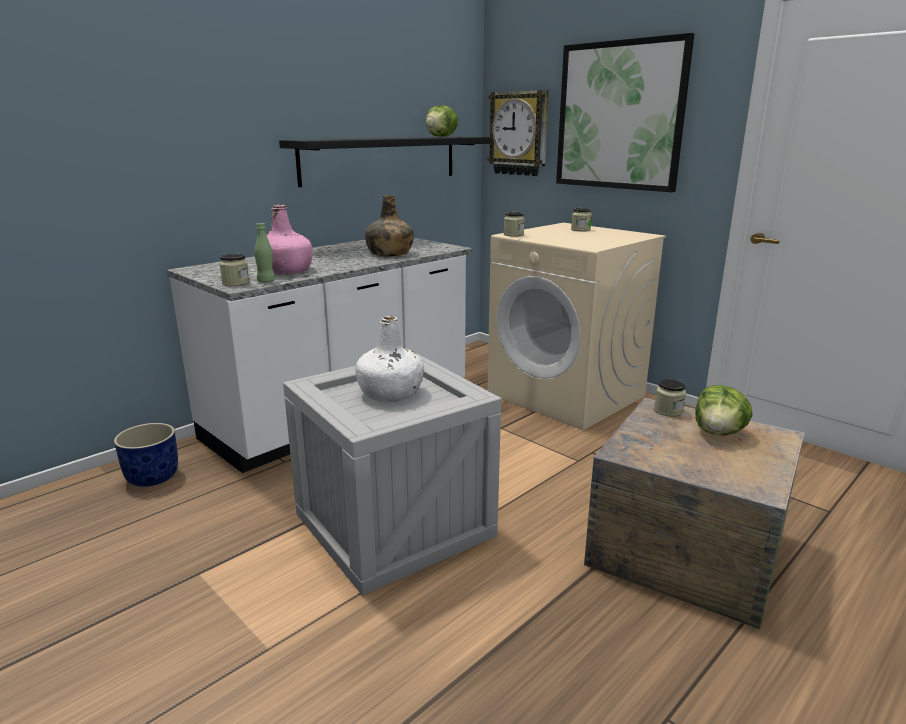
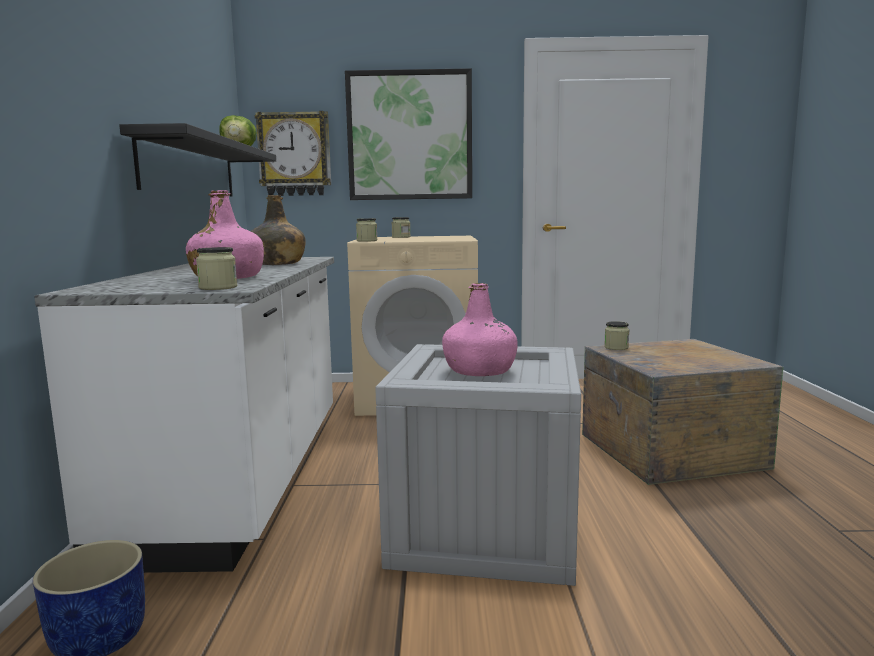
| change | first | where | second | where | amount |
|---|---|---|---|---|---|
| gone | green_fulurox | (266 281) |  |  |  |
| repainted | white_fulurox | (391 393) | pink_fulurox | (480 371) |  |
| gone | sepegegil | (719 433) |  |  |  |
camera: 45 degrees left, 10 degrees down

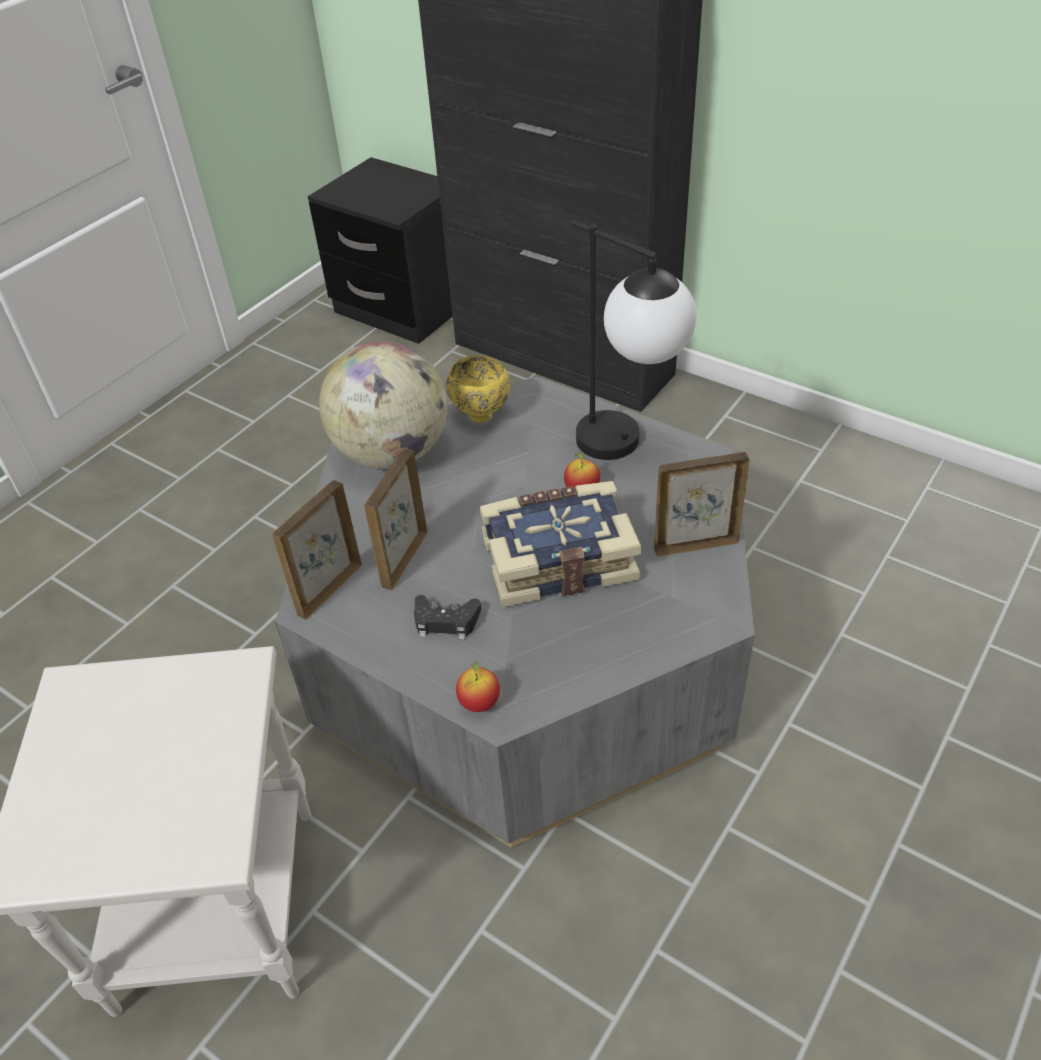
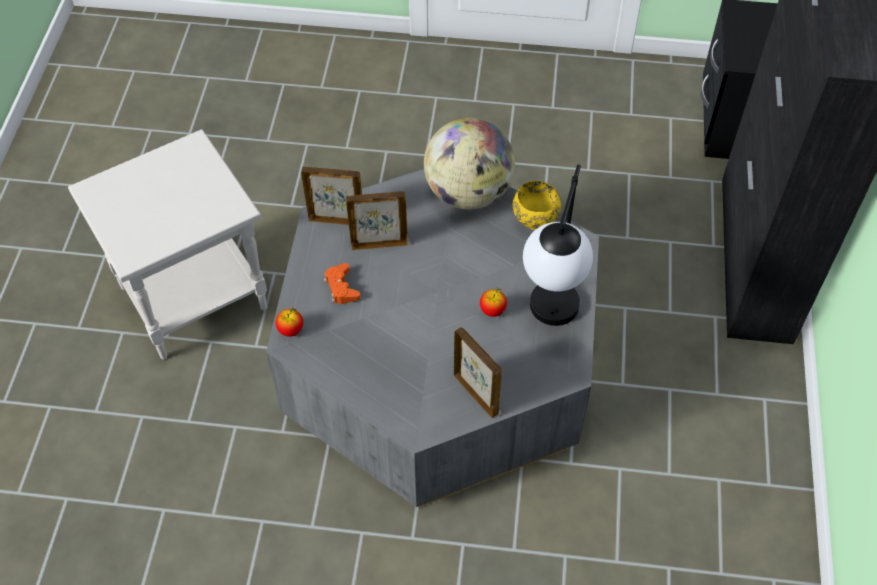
| change | first | where | second | where | amount |
|---|---|---|---|---|---|
| repainted | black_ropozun | (446 621) | orange_ropozun | (341 288) |  |
| gone | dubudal | (557 558) |  |  |  |
camera: 60 degrees right, 10 degrees up

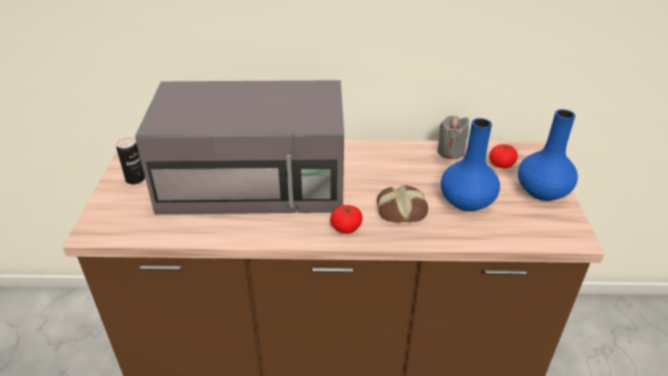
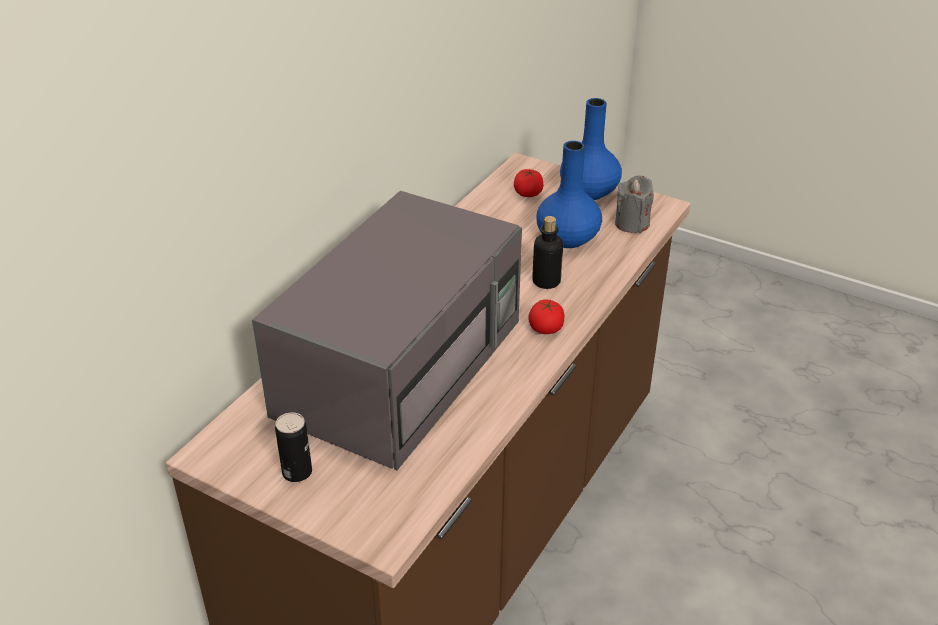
| change | first | where | second | where | amount |
|---|---|---|---|---|---|
| swapped | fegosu | (401 209) | fulurox | (546 281) |  |
| shifted | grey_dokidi | (450 152) |  | (632 224) |  |
camera: 60 degrees left, 0 degrees up

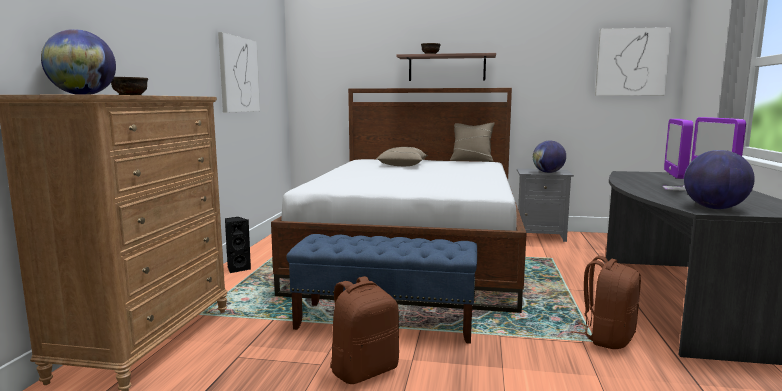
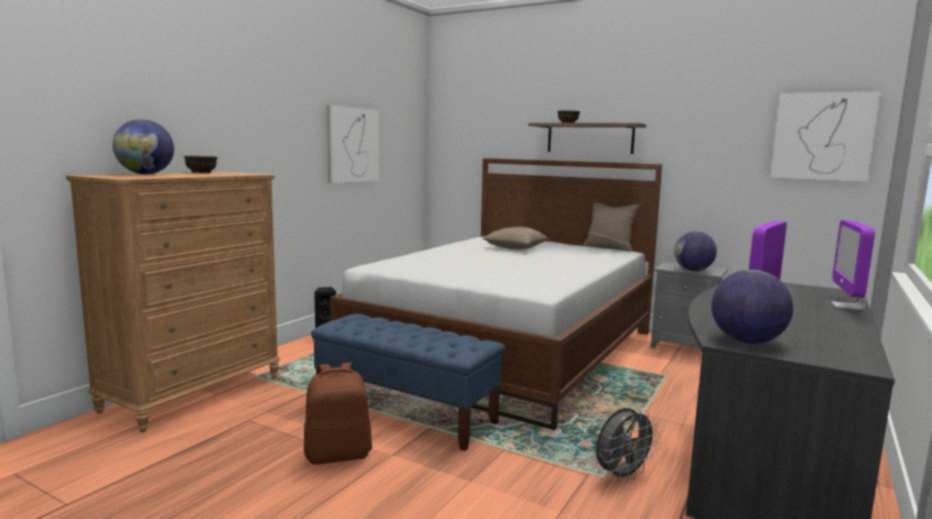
| change | first | where | second | where | amount |
|---|---|---|---|---|---|
| swapped | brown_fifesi | (607 338) | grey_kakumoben | (622 476) |  |
camera: 20 degrees right, 0 degrees up

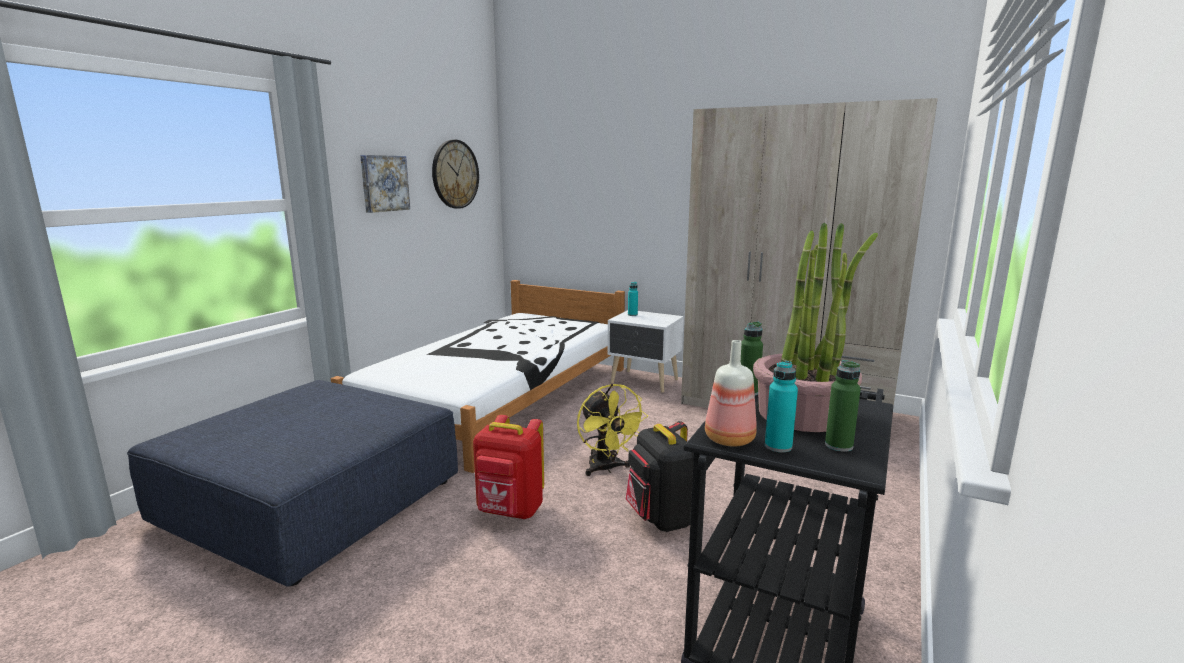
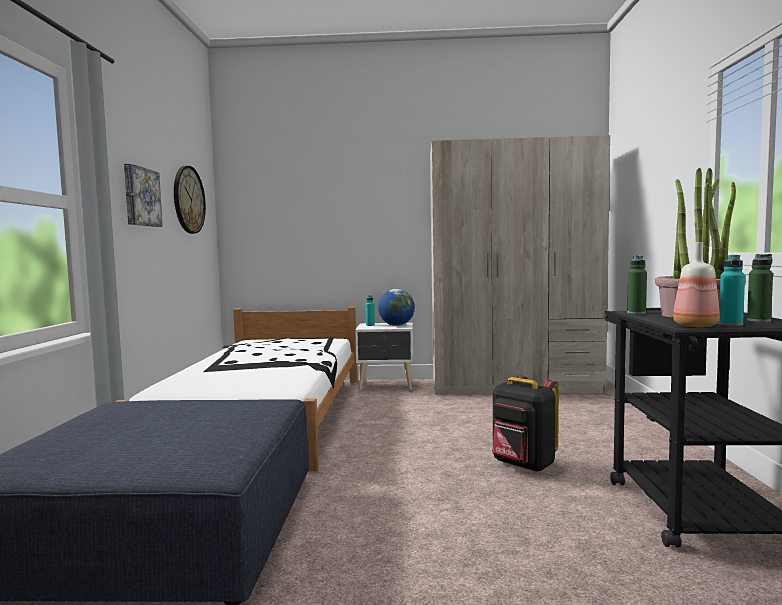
| change | first | where | second | where | amount |
|---|---|---|---|---|---|
| gone | red_fifesi | (510 512) |  |  |  |
| gone | yellow_kakumoben | (606 469) |  |  |  |
| new |  |  | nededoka | (396 325) |  |
camera: 25 degrees left, 10 degrees down

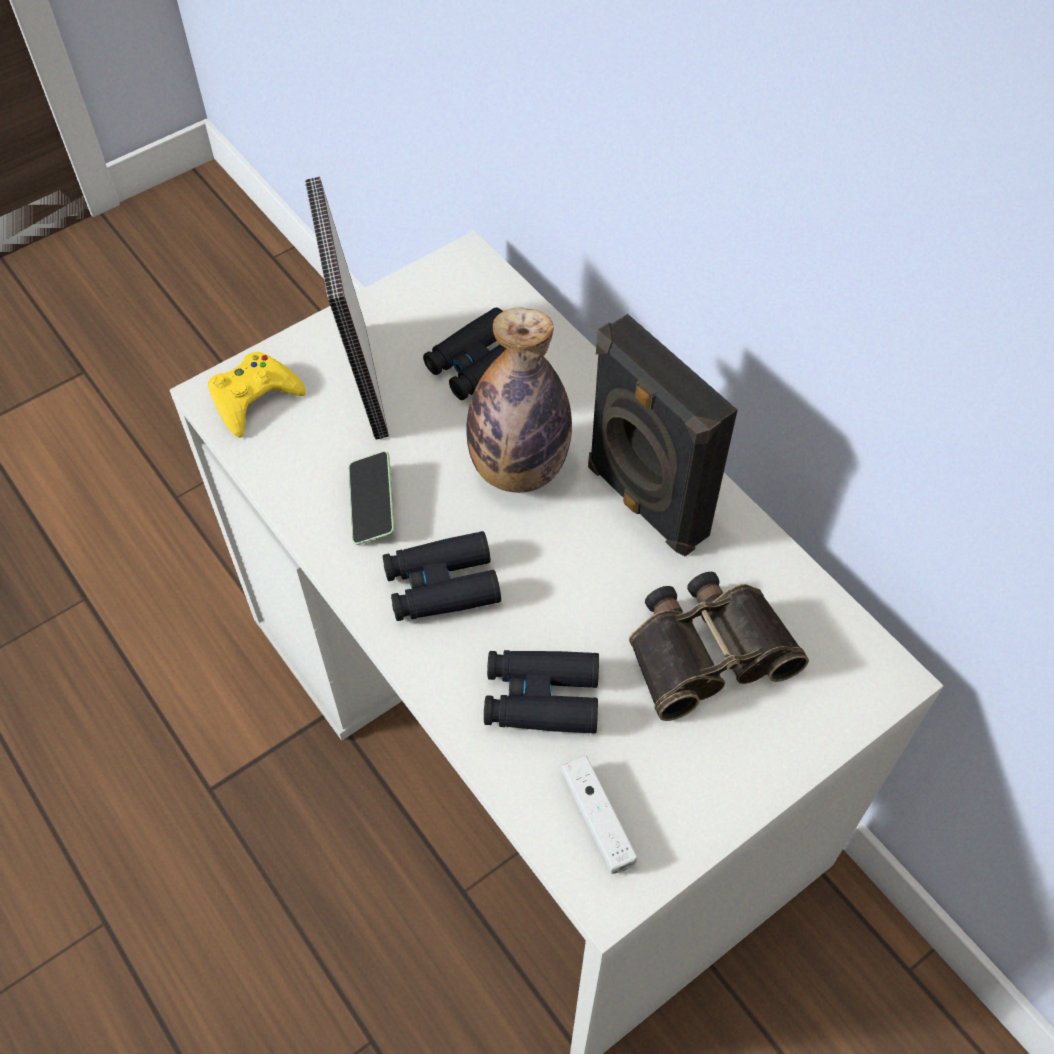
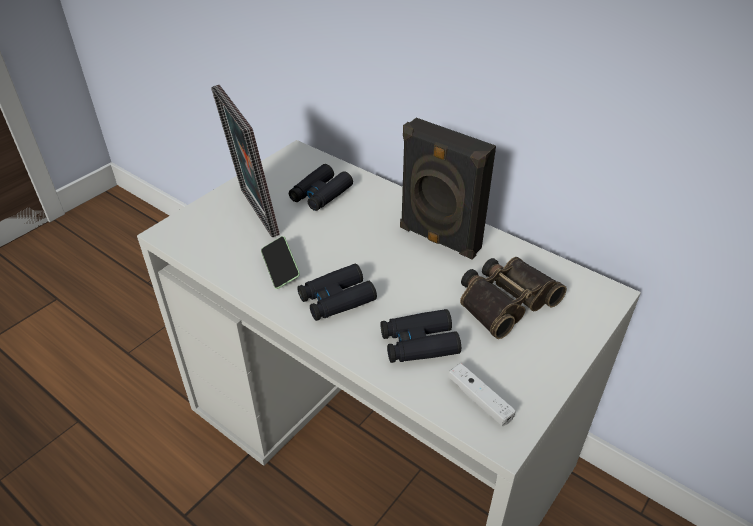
| change | first | where | second | where | amount |
|---|---|---|---|---|---|
| gone | yellow_ropozun | (254 398) |  |  |  |
| gone | fulurox | (518 469) |  |  |  |
camera: 15 degrees left, 15 degrees down

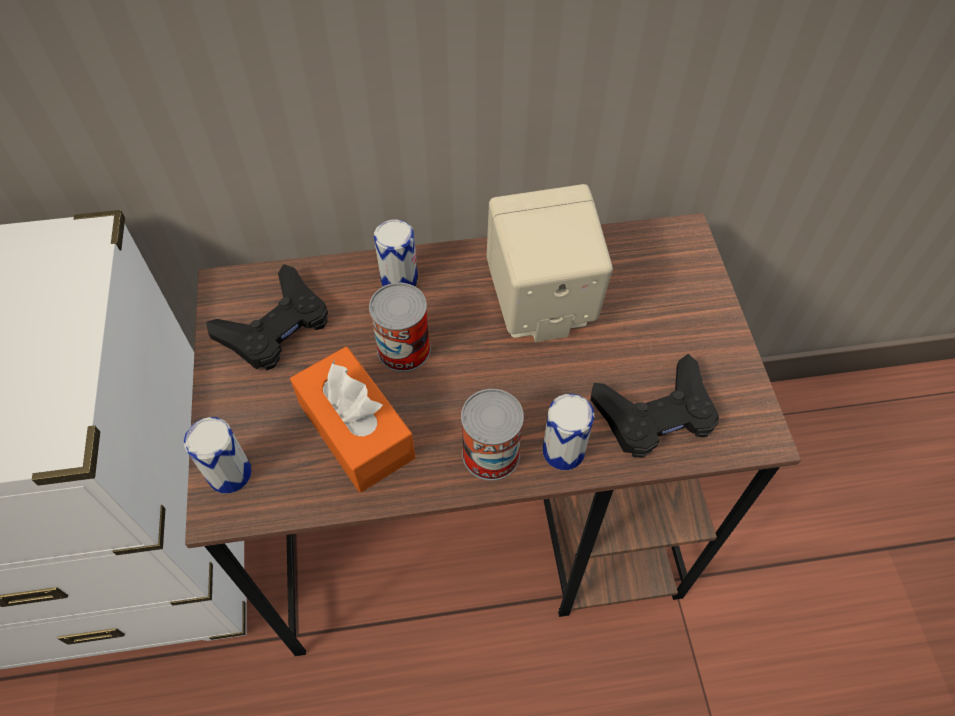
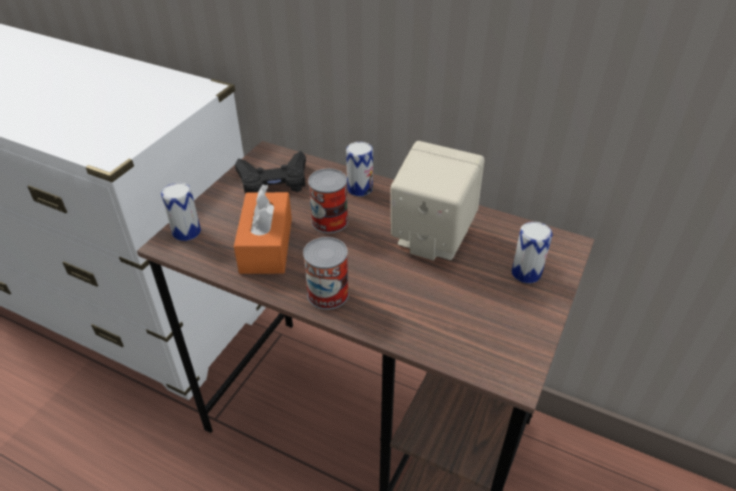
| change | first | where | second | where | amount |
|---|---|---|---|---|---|
| shifted | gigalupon | (563 451) |  | (526 273) |  |
| gone | black_ropozun | (655 414) |  |  |  |
camera: 35 degrees right, 15 degrees down

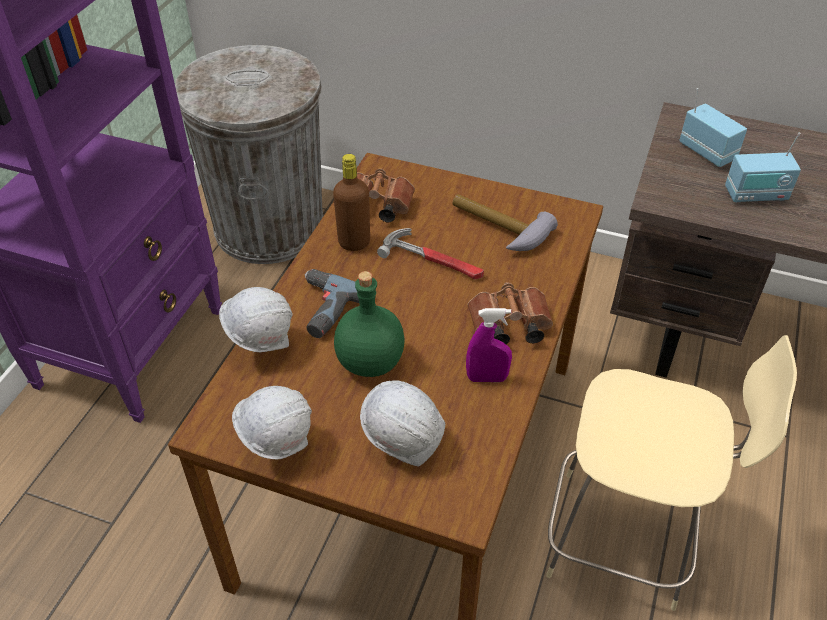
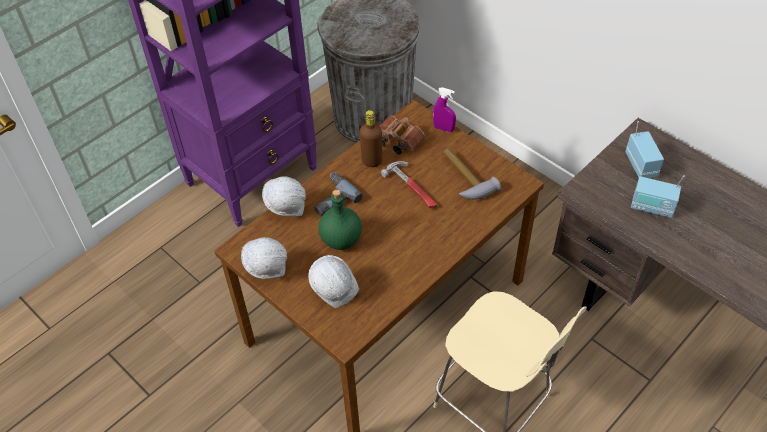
| change | first | where | second | where | amount |
|---|---|---|---|---|---|
| shifted | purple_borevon | (487 378) |  | (443 128) |  |
| gone | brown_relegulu | (507 327) |  |  |  |
camera: 25 degrees right, 5 degrees up

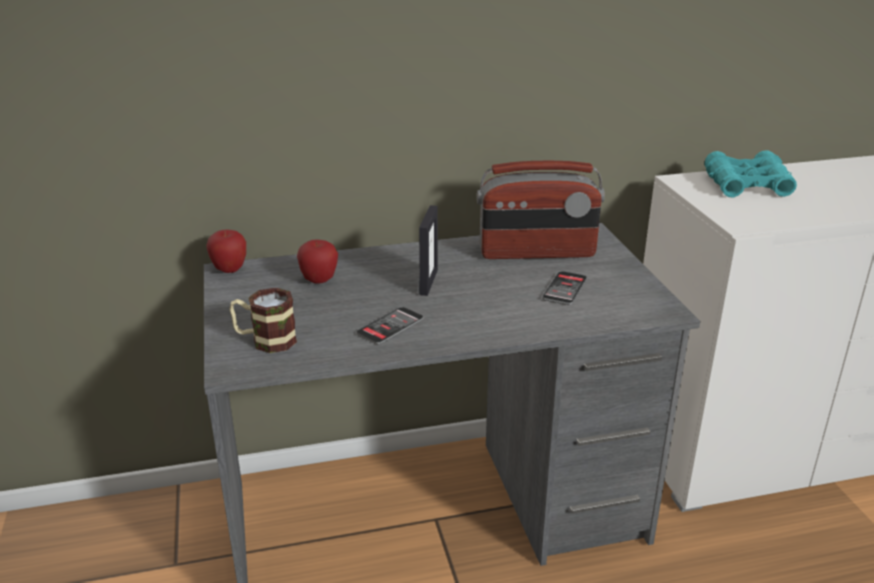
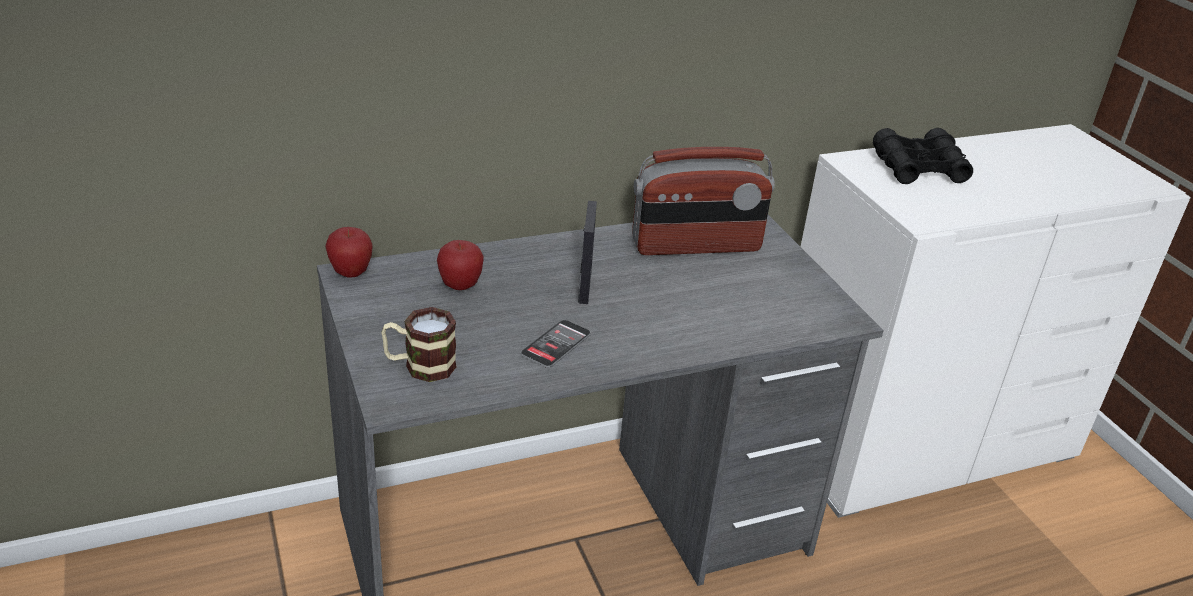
| change | first | where | second | where | amount |
|---|---|---|---|---|---|
| gone | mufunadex | (564 288) |  |  |  |
| repainted | turquoise_relegulu | (747 185) | black_relegulu | (919 168) |  |
camera: 10 degrees left, 5 degrees up

